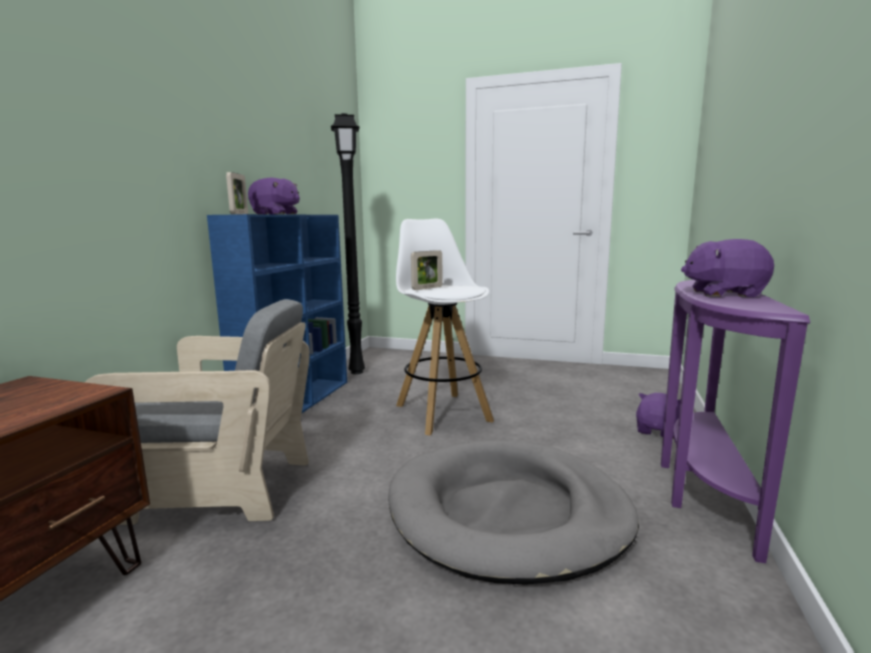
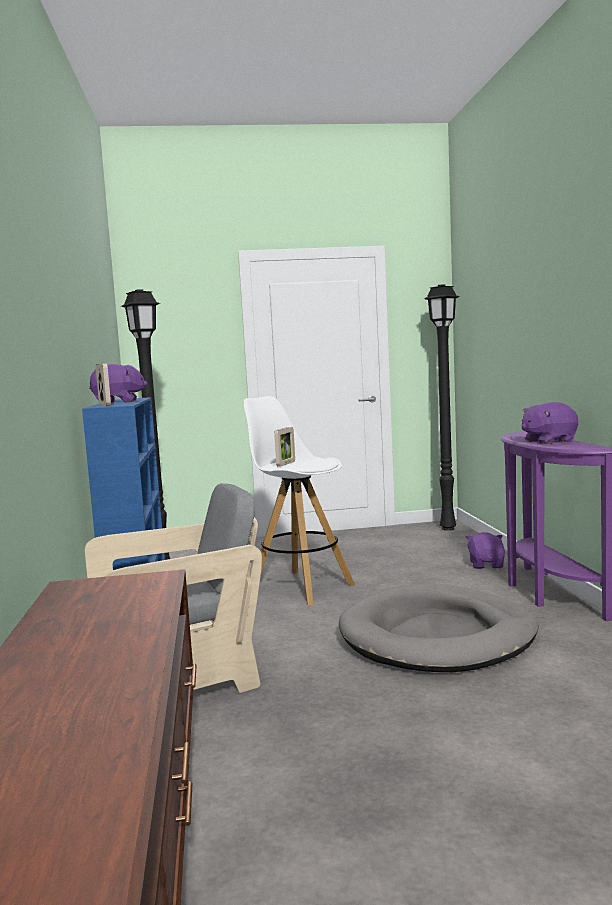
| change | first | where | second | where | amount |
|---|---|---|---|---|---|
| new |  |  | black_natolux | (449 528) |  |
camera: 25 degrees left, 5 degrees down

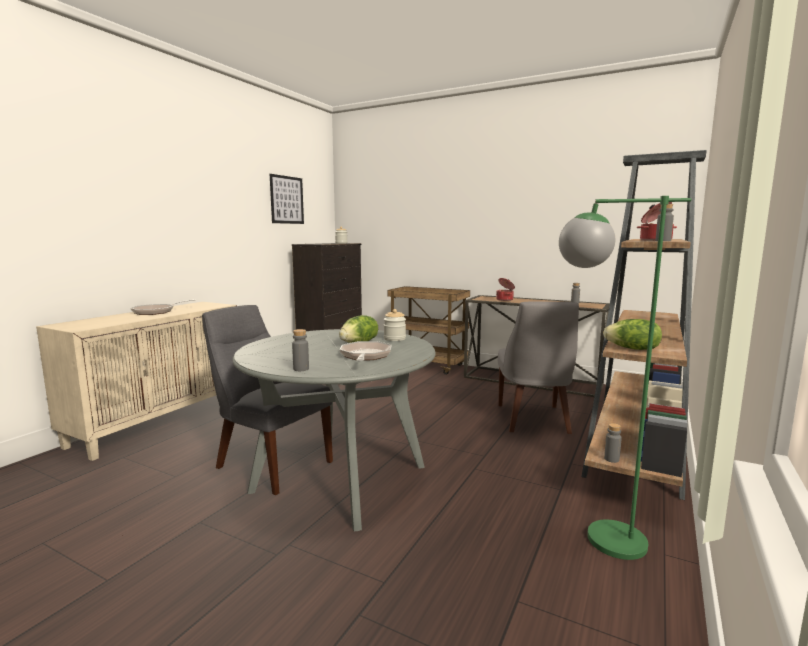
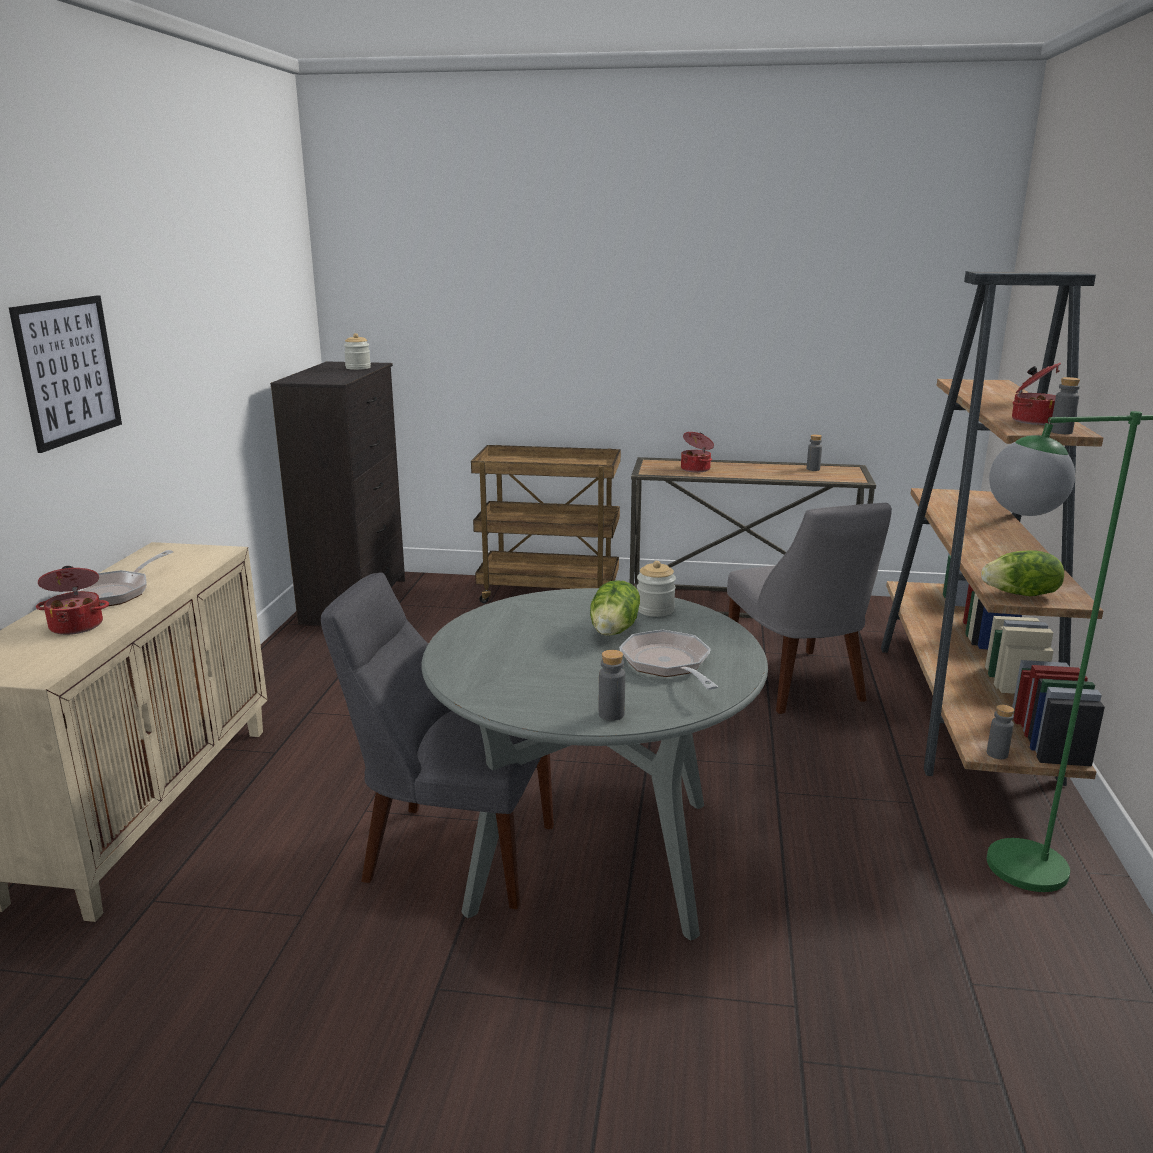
| change | first | where | second | where | amount |
|---|---|---|---|---|---|
| shifted | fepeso | (287 200) |  | (68 371) |  |
| new |  |  | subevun | (77 625) |  |
camera: 20 degrees left, 10 degrees up

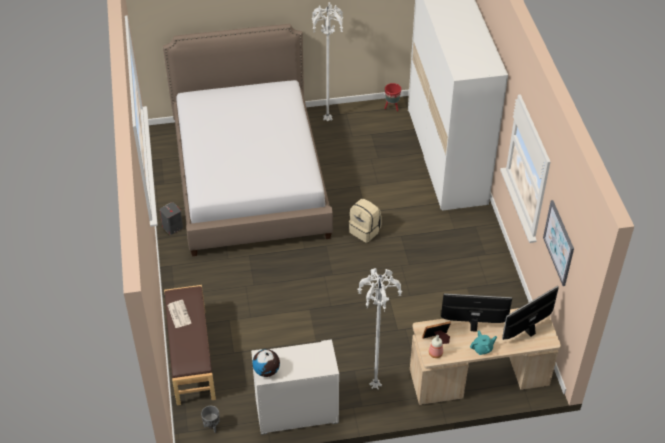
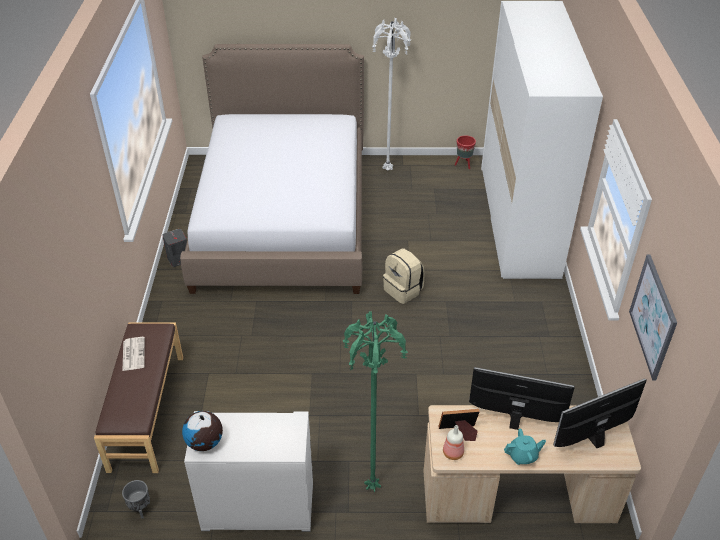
| change | first | where | second | where | amount |
|---|---|---|---|---|---|
| repainted | white_natolux | (374 386) | green_natolux | (371 487) |  |
camera: 10 degrees right, 5 degrees down

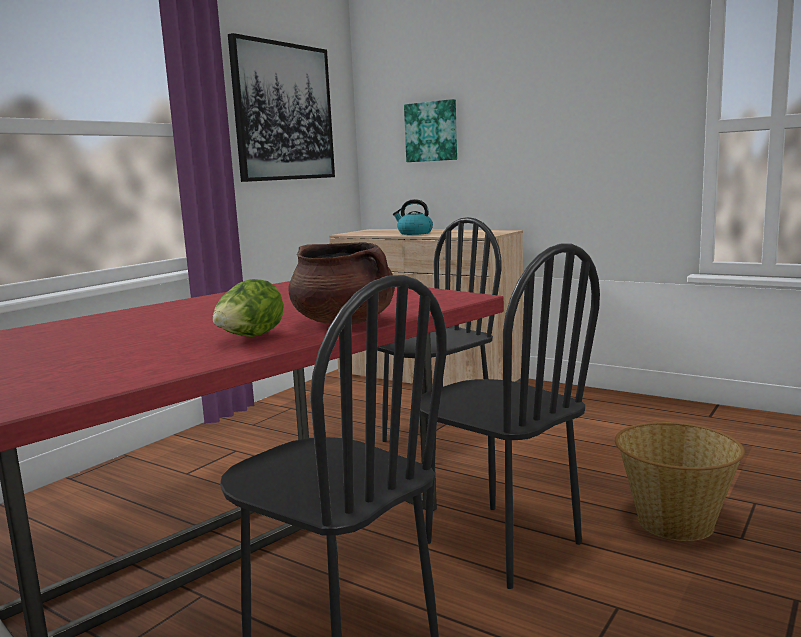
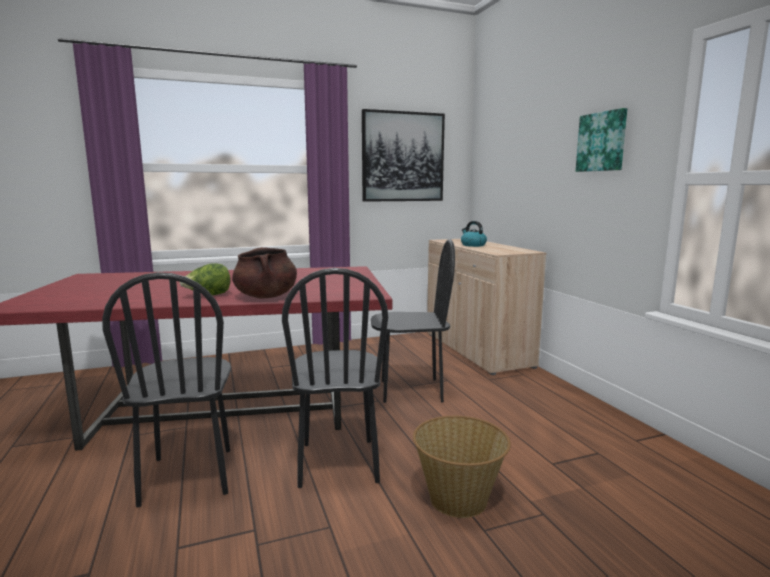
| change | first | where | second | where | amount |
|---|---|---|---|---|---|
| shifted | fepeso | (432 131) |  | (602 142) |  |
camera: 35 degrees right, 0 degrees up

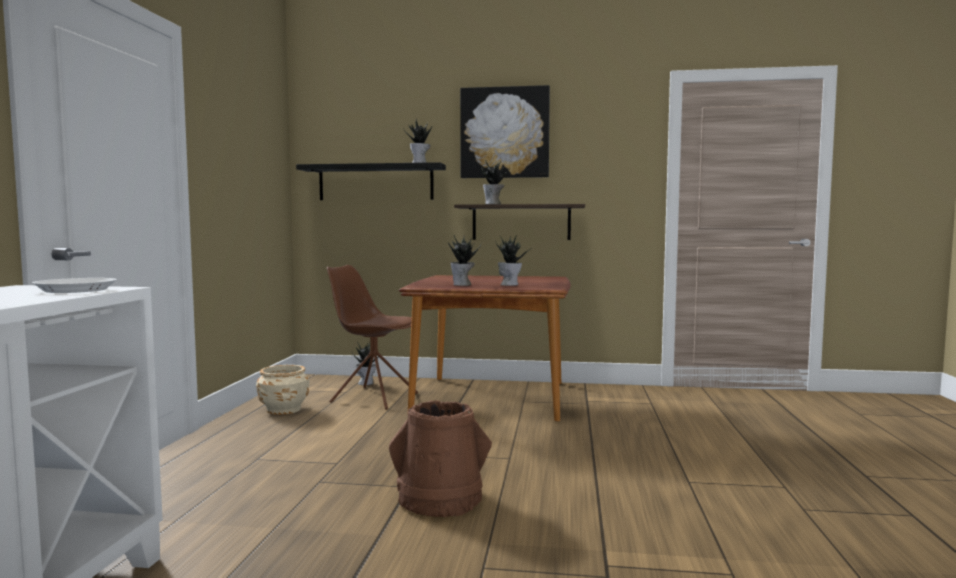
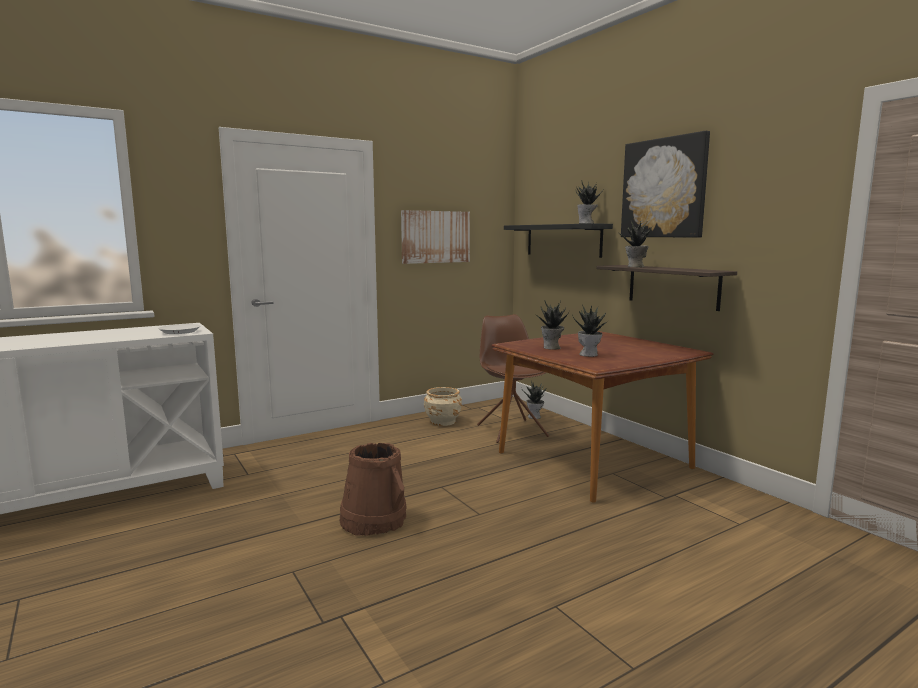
| change | first | where | second | where | amount |
|---|---|---|---|---|---|
| new |  |  | fepeso | (435 237) |  |
camera: 50 degrees right, 5 degrees up

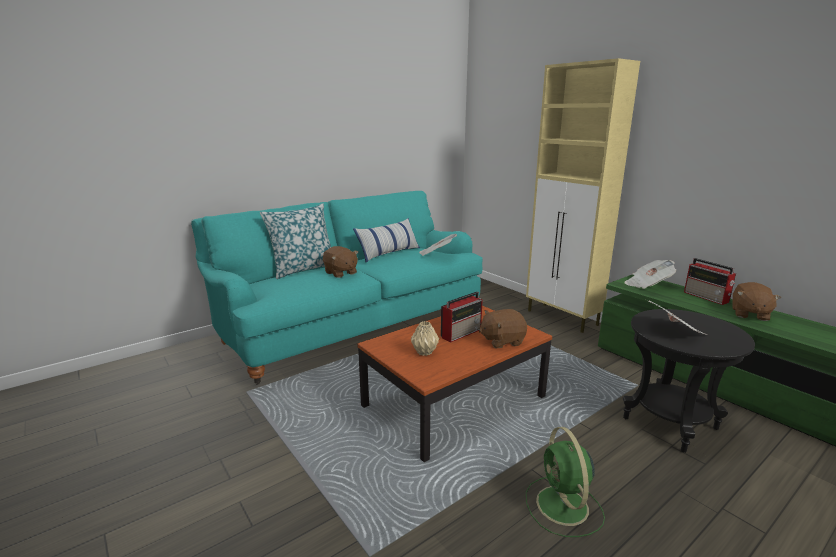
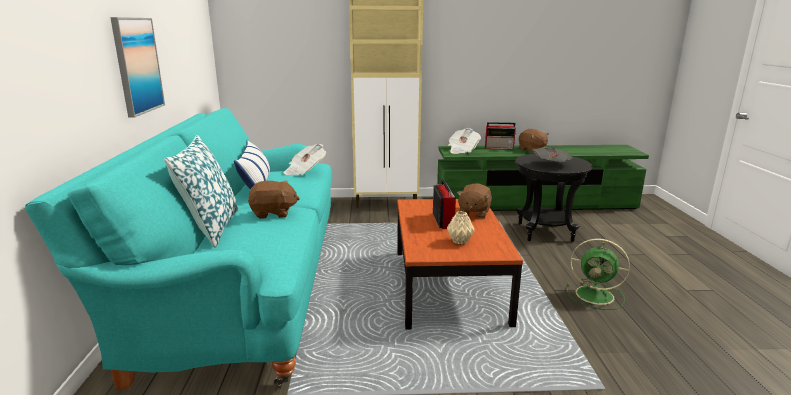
| change | first | where | second | where | amount |
|---|---|---|---|---|---|
| new |  |  | fepeso | (137 65) |  |
camera: 55 degrees left, 0 degrees up

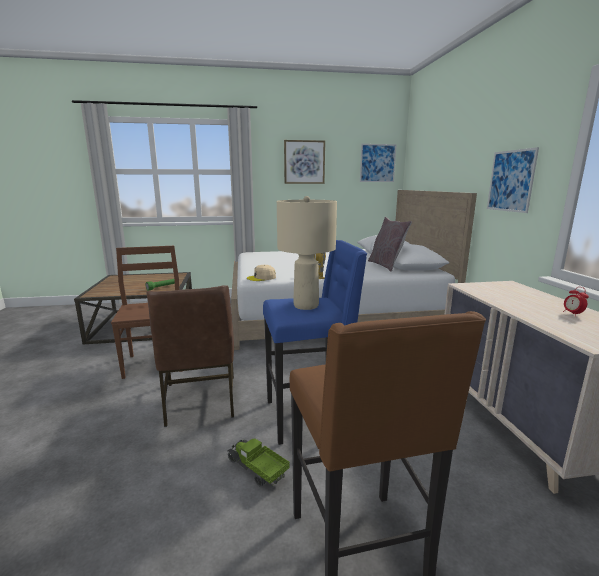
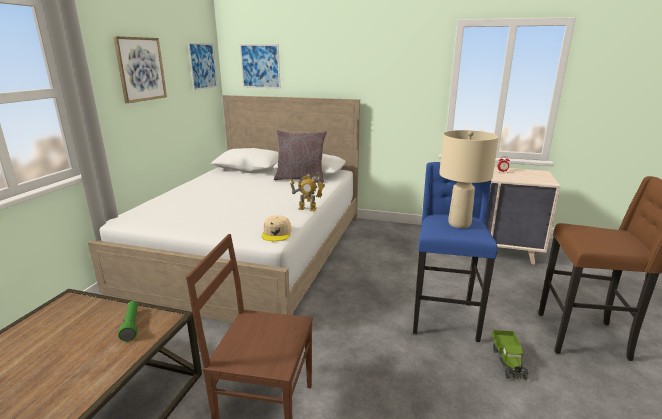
| change | first | where | second | where | amount |
|---|---|---|---|---|---|
| gone | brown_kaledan | (200 400) |  |  |  |
| rotated | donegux | (257 469) |  | (508 360) | 60 degrees counterclockwise |
| shifted | fepeso | (511 181) |  | (260 66) |  |
camera: 65 degrees left, 5 degrees up

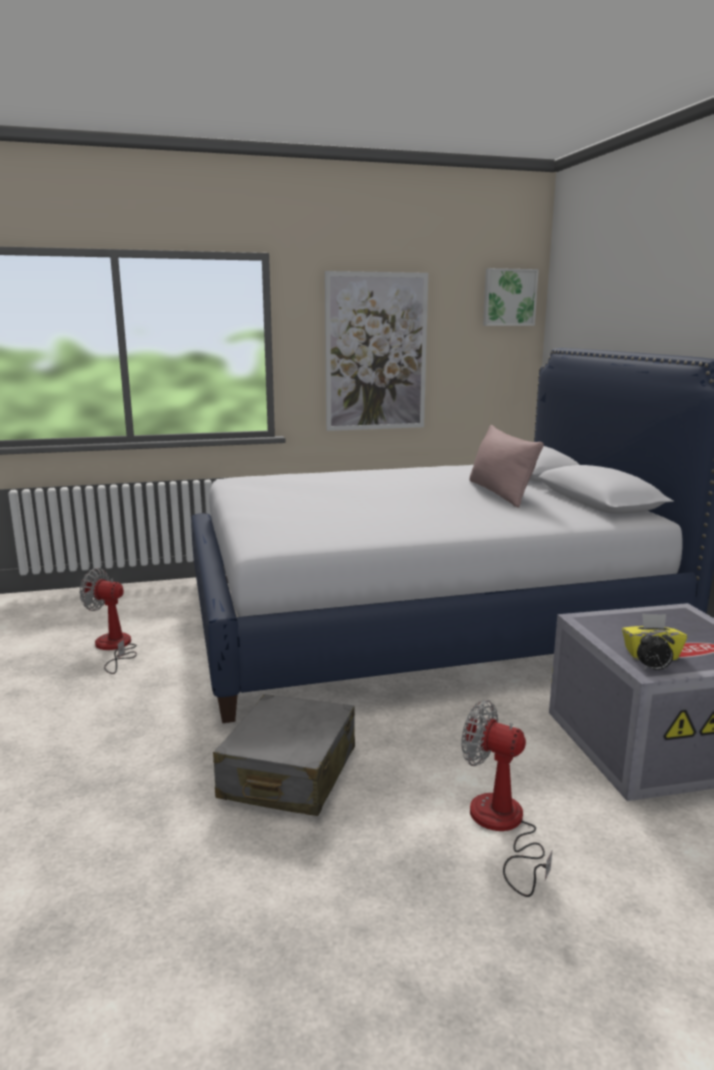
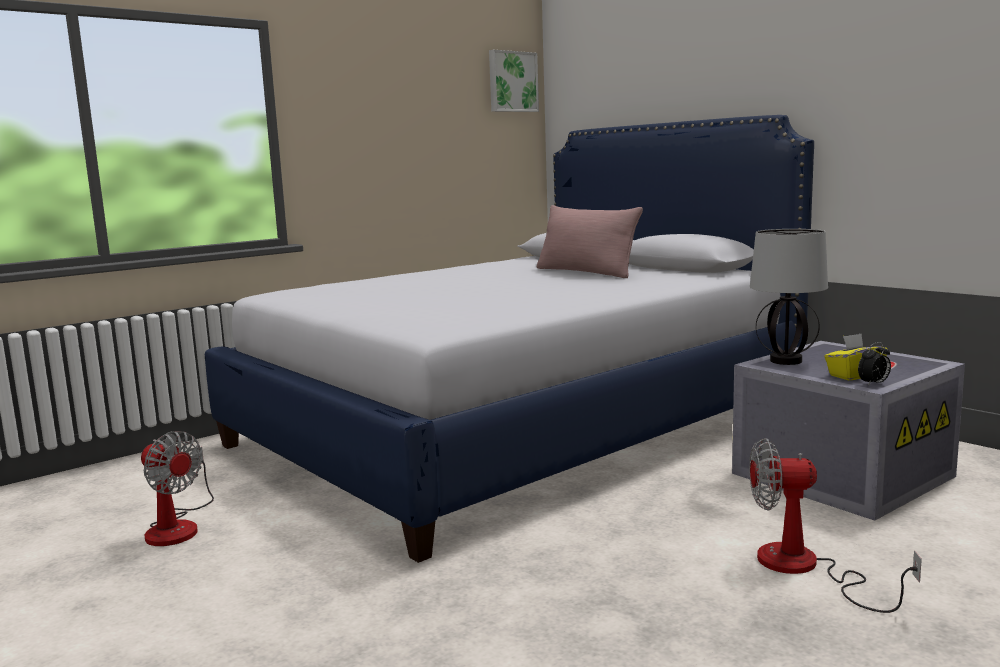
| change | first | where | second | where | amount |
|---|---|---|---|---|---|
| rotated | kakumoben | (114 648) |  | (178 526) | 135 degrees counterclockwise |
| gone | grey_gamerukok | (288 773) |  |  |  |
| gone | fepeso | (376 352) |  |  |  |
| new |  |  | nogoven | (785 361) |  |
camera: 25 degrees left, 5 degrees down

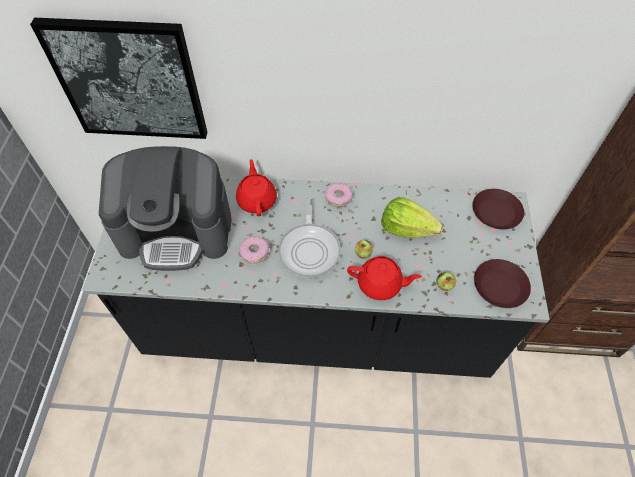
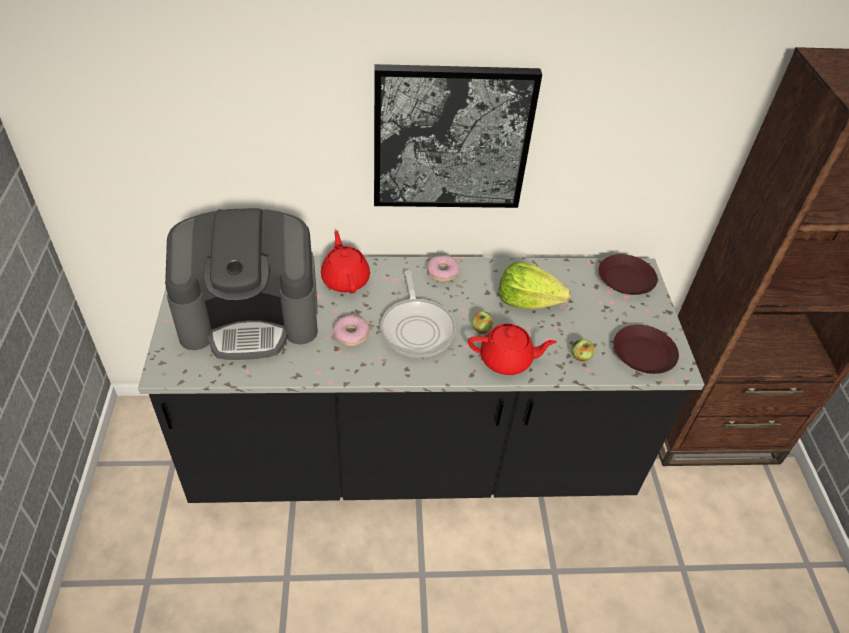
| change | first | where | second | where | amount |
|---|---|---|---|---|---|
| shifted | fepeso | (129 80) |  | (451 138) |  |
camera: 10 degrees left, 10 degrees down

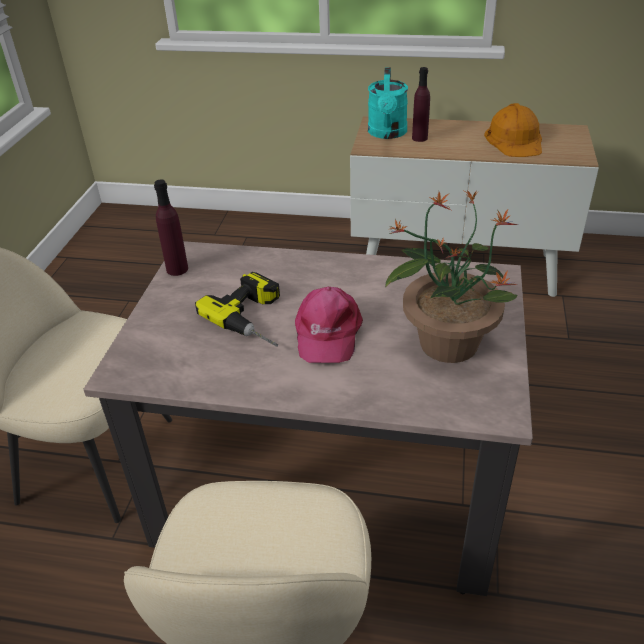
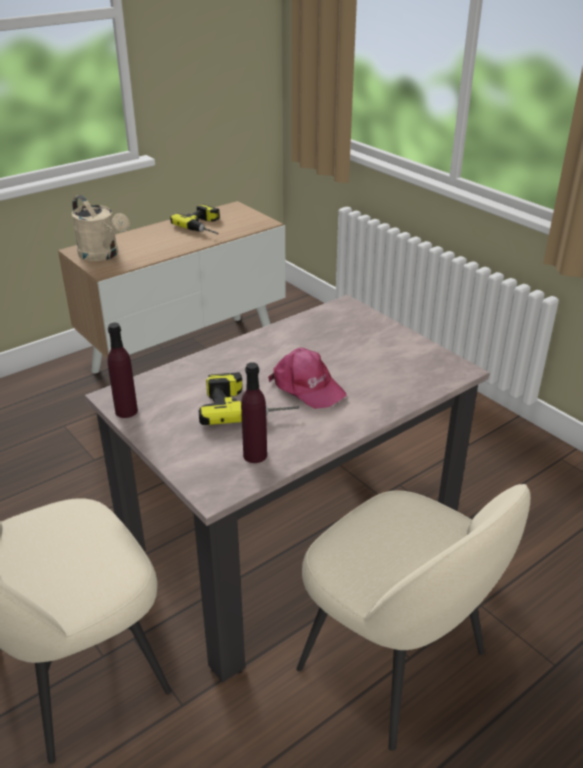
| change | first | where | second | where | amount |
|---|---|---|---|---|---|
| repainted | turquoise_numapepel | (387 133) | beige_numapepel | (103 255) |  |
| gone | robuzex | (447 342) |  |  |  |
| shifted | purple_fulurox | (419 138) |  | (255 455) |  |
| swapped | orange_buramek | (515 140) | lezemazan | (206 226) |  |
camera: 50 degrees left, 5 degrees down

